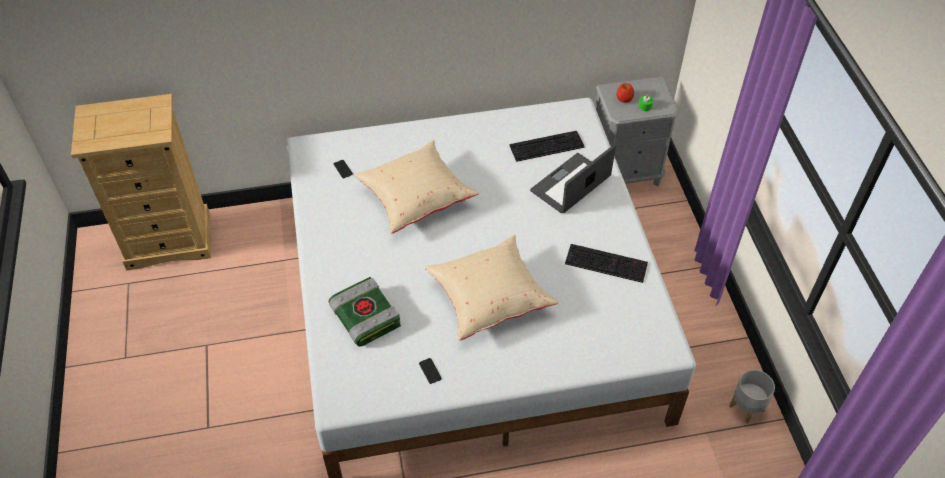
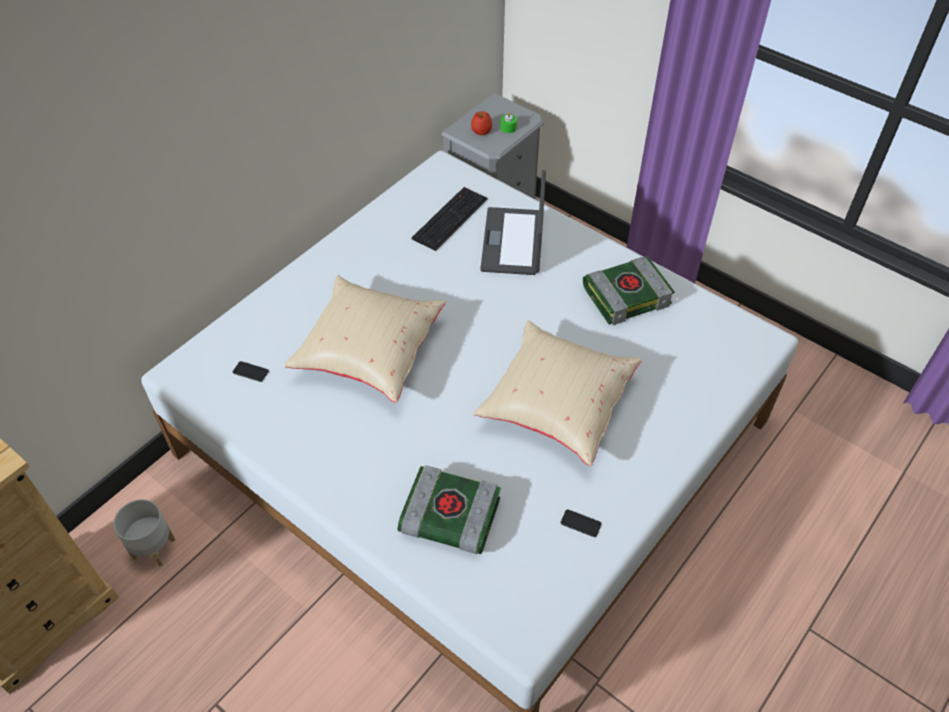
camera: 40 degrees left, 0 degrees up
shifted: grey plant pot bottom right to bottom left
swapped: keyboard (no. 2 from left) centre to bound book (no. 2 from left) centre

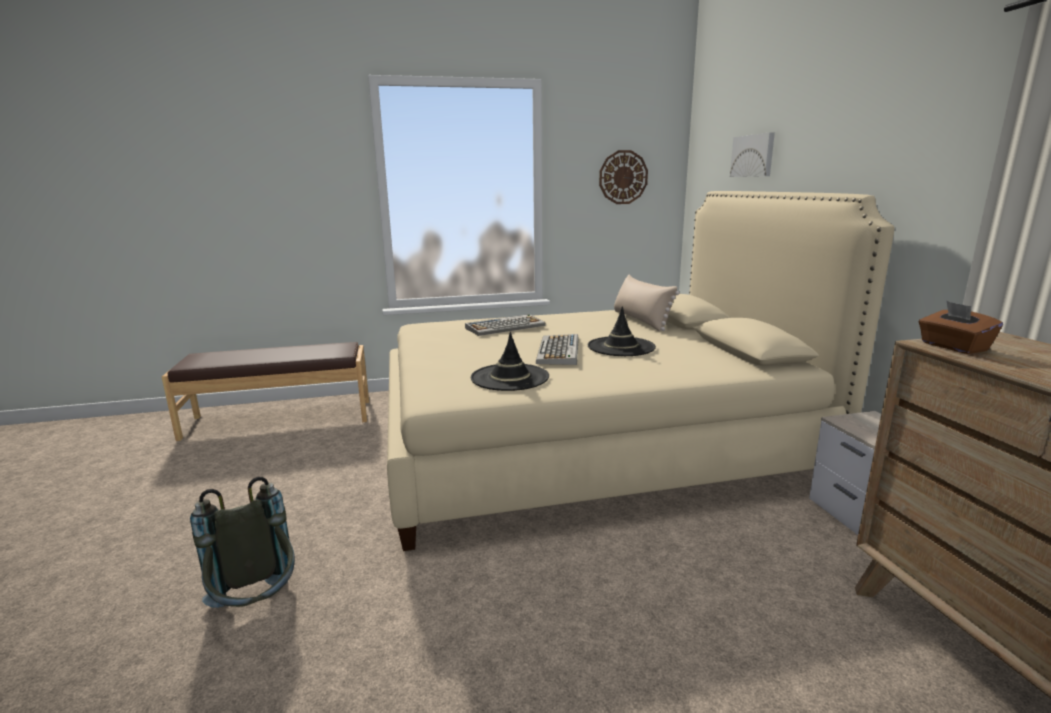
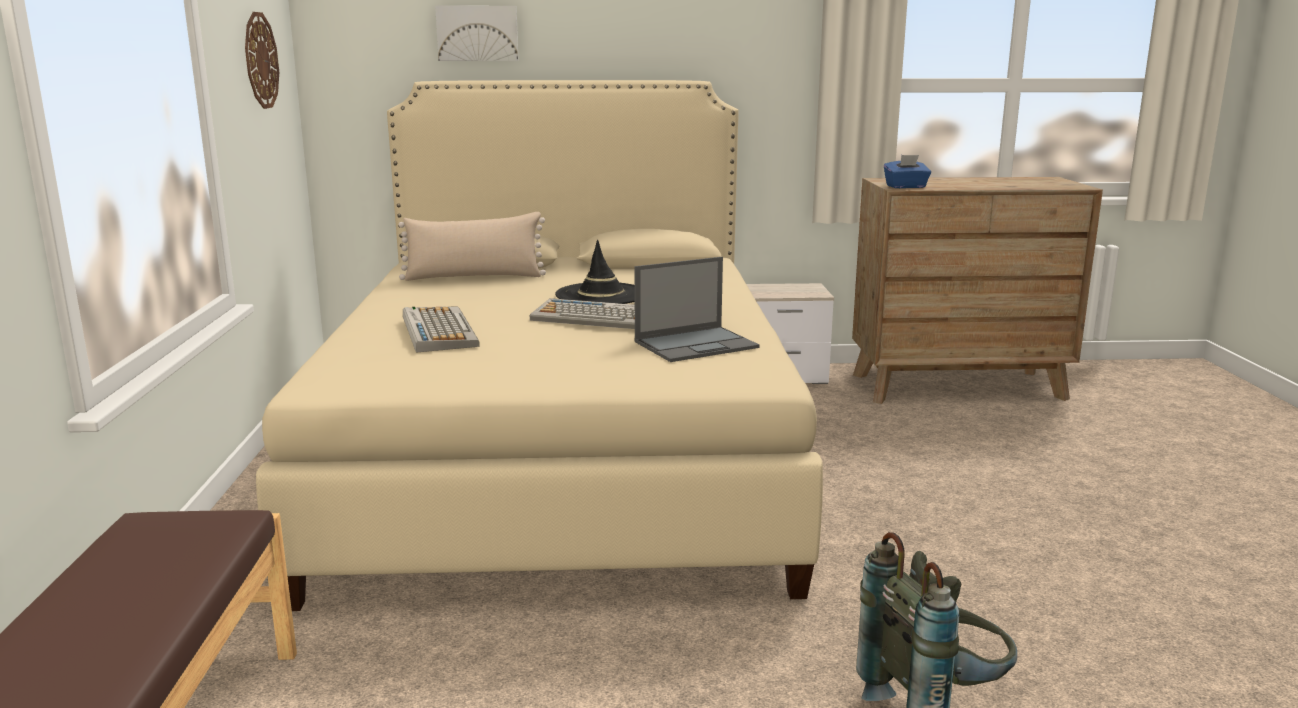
camera: 80 degrees left, 0 degrees up
swapped: black wearable hat (no. 1 from left) centre to notebook computer centre
repainted: brown box of tissues middle right to blue box of tissues top right

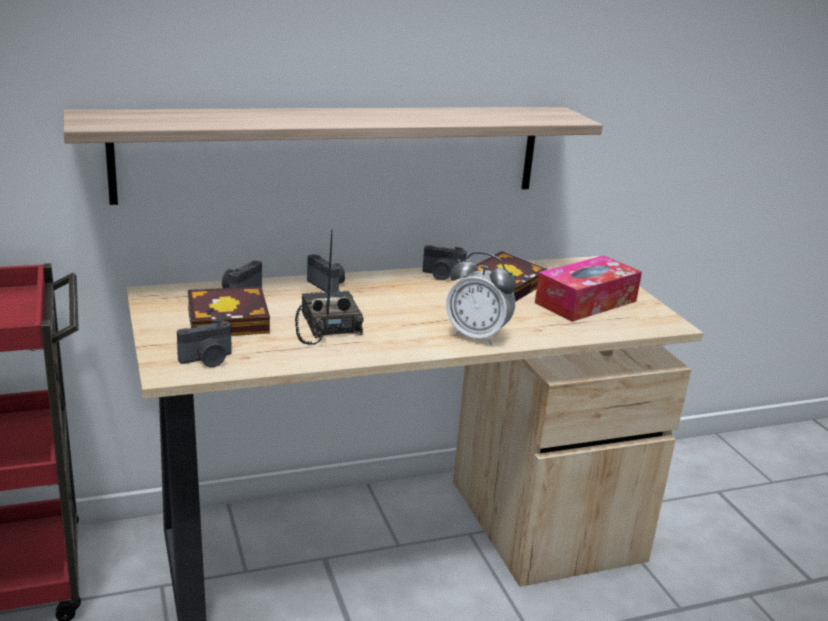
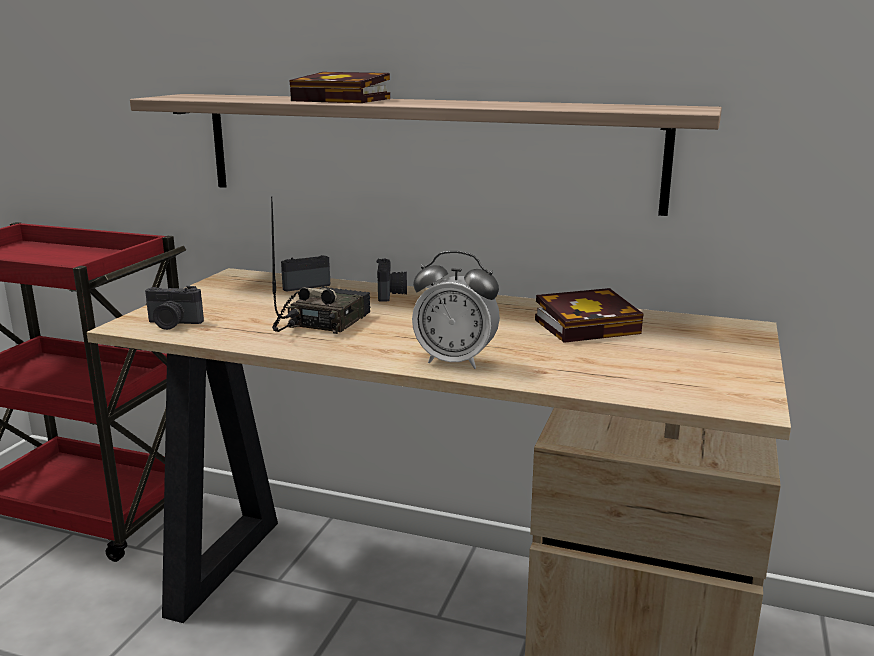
camera: 40 degrees right, 5 degrees down
gone: photo camera (no. 4 from left) centre; box of tissues middle right
shifted: bound book (no. 1 from left) middle left to top centre
rotated: alarm clock centre = centre 45 degrees counterclockwise

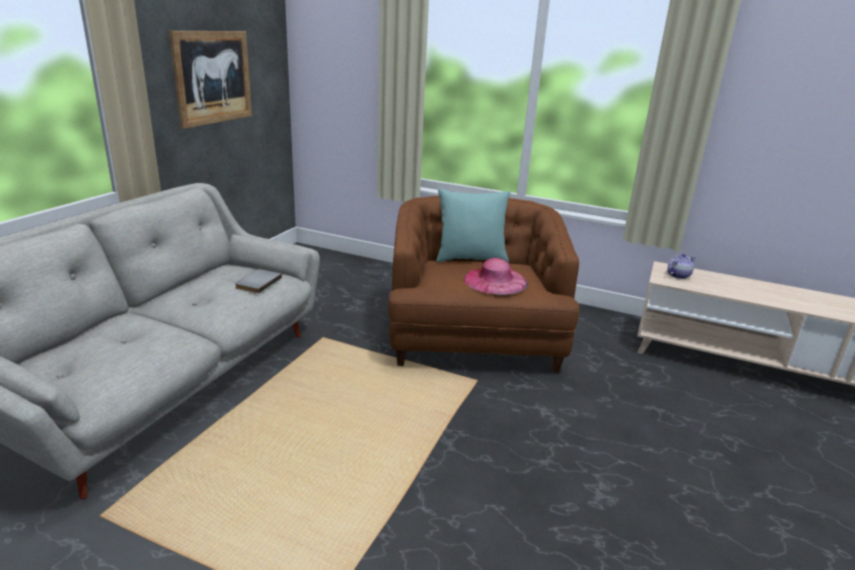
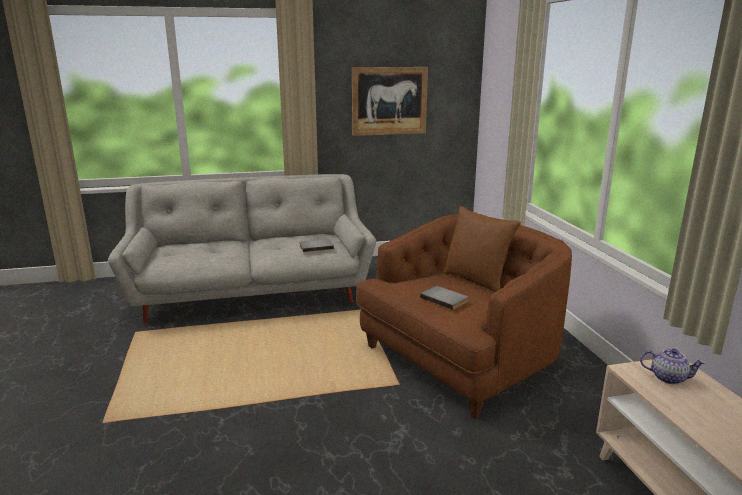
camera: 55 degrees right, 5 degrees down
swapped: pinkish wearable hat centre to grey bound book (no. 2 from left) centre
repainted: turquoise-coloured throw pillow centre to brown throw pillow centre

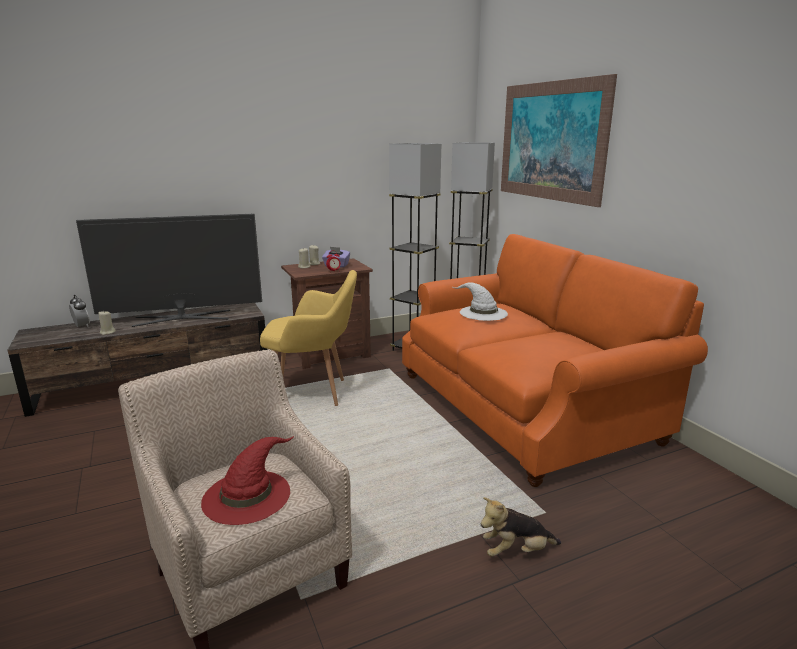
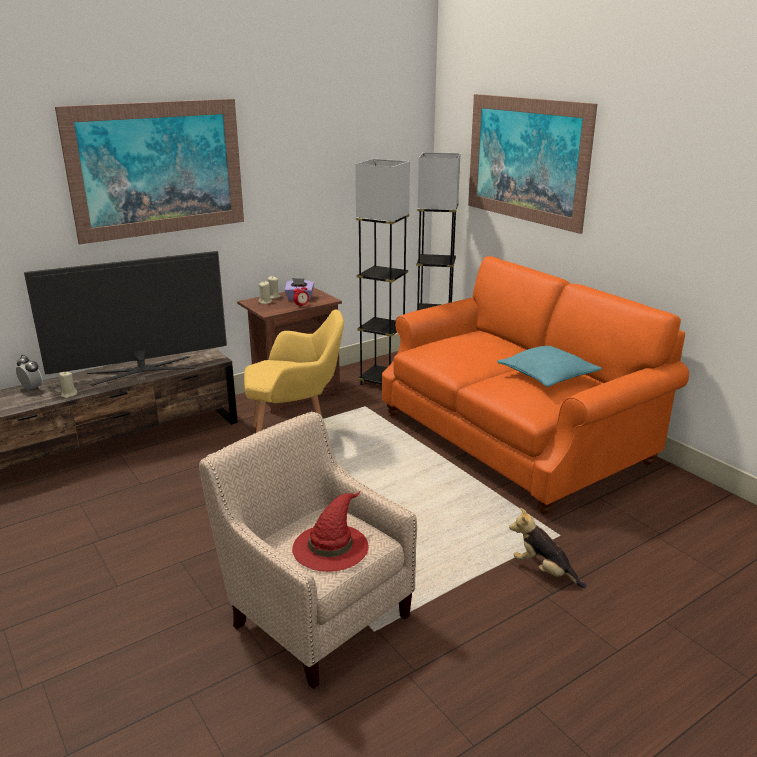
camera: 10 degrees left, 5 degrees up
gone: whitish wearable hat centre
new: picture (no. 1 from left) top left; turquoise-coloured throw pillow middle right
rotated: plush toy bottom centre = bottom right 60 degrees clockwise

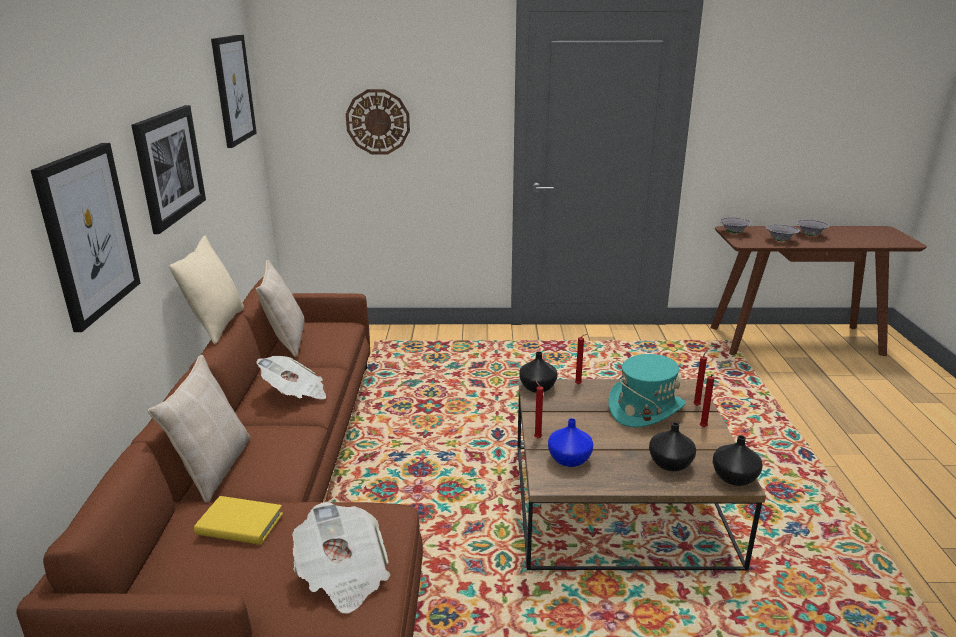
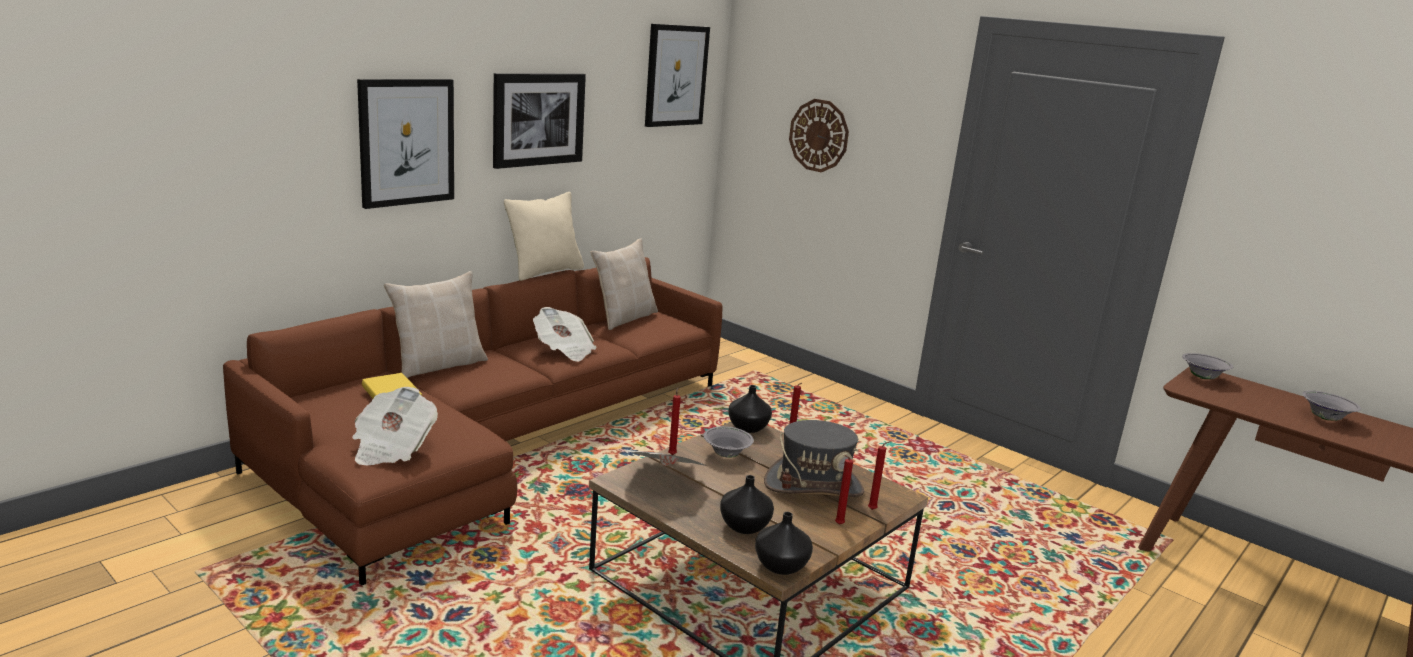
camera: 40 degrees right, 5 degrees down
shifted: grey serving bowl (no. 2 from left in the first image) middle right to grey serving bowl (no. 1 from left) bottom centre
swapped: blue decorative vase bottom centre to newspaper (no. 3 from left) bottom centre
repainted: turquoise-coloured wearable hat middle right to grey wearable hat bottom centre

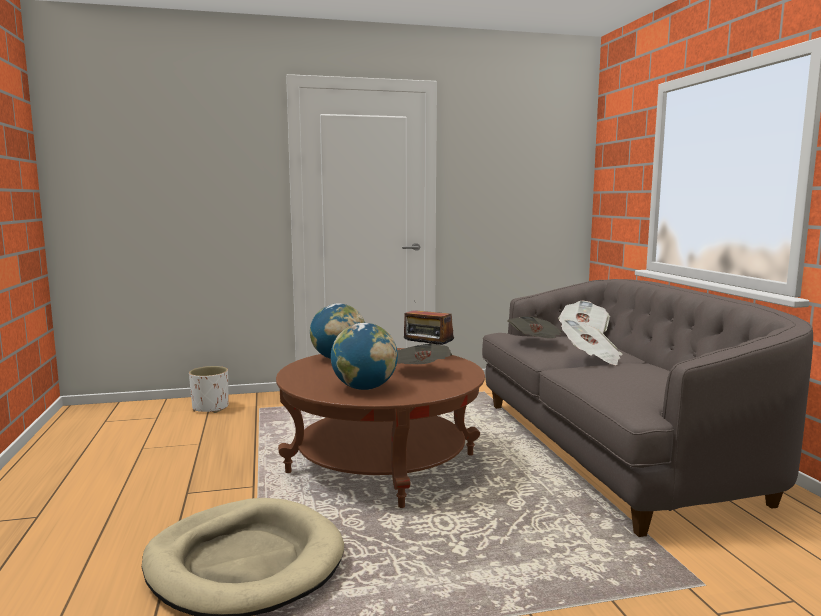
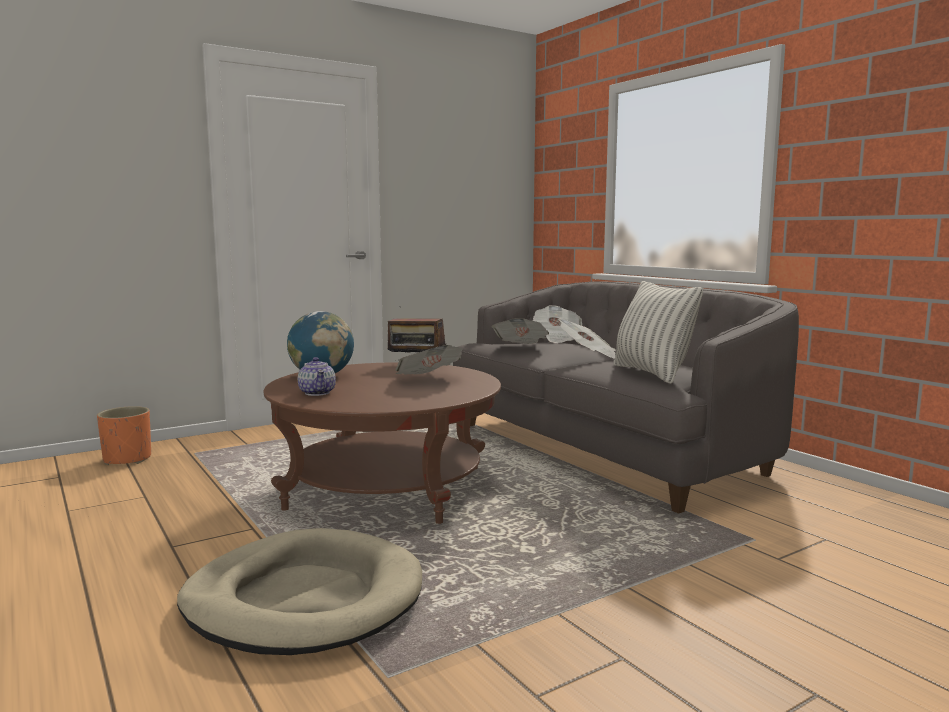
camera: 20 degrees left, 0 degrees up
gone: globe (no. 2 from left) centre
new: teapot centre; throw pillow middle right
repainted: whitish plant pot middle left to orange plant pot middle left

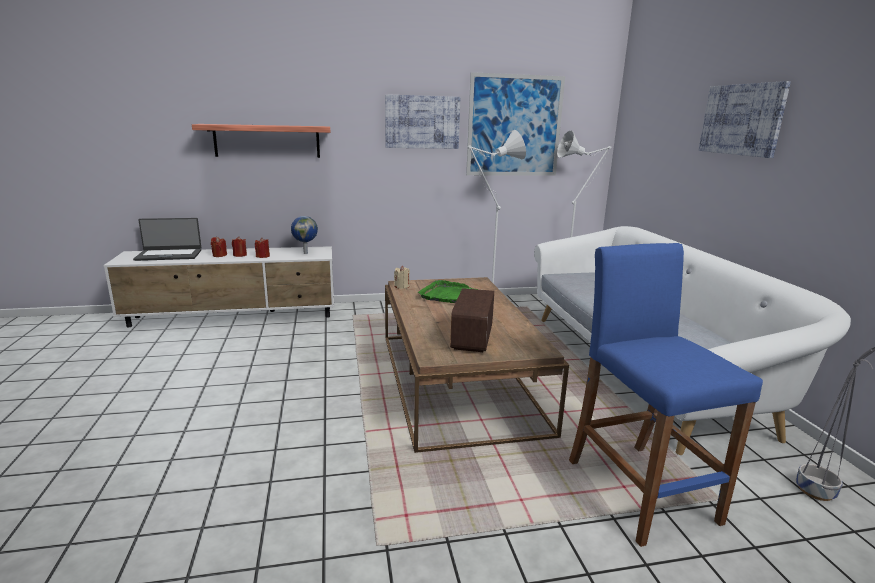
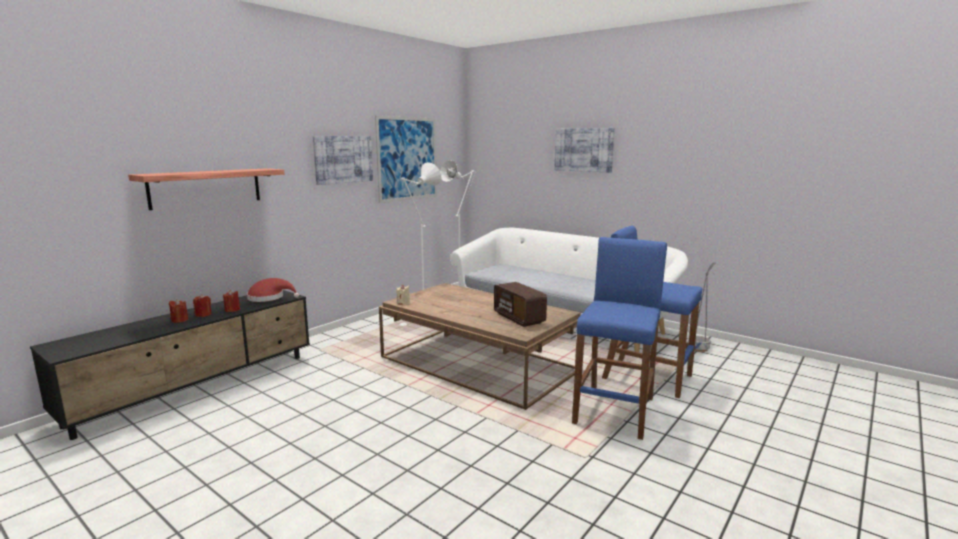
camera: 40 degrees left, 5 degrees down
gone: notebook computer middle left; greenish tray centre
new: blue stool (no. 1 from left) centre
swapped: globe centre to red wearable hat middle left
repainted: whitish media console middle left to black media console bottom left

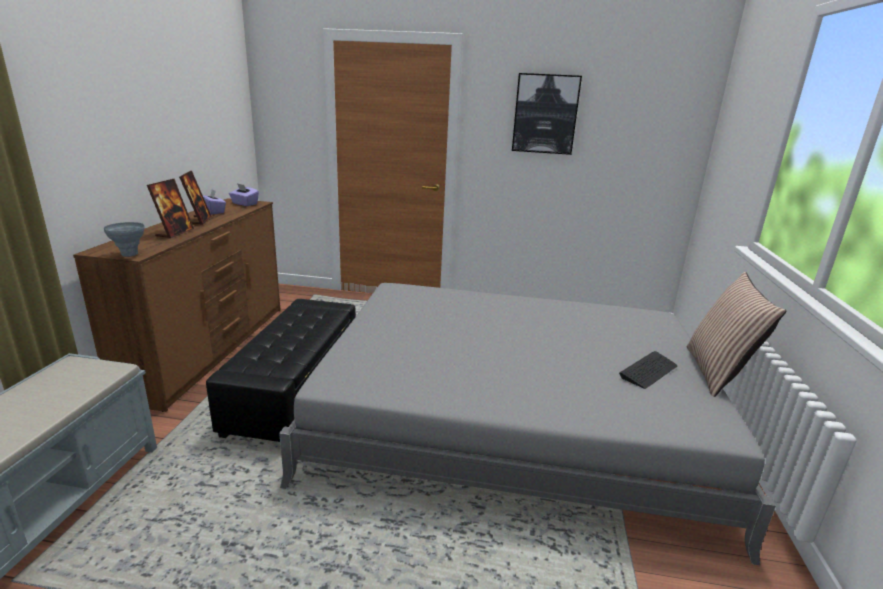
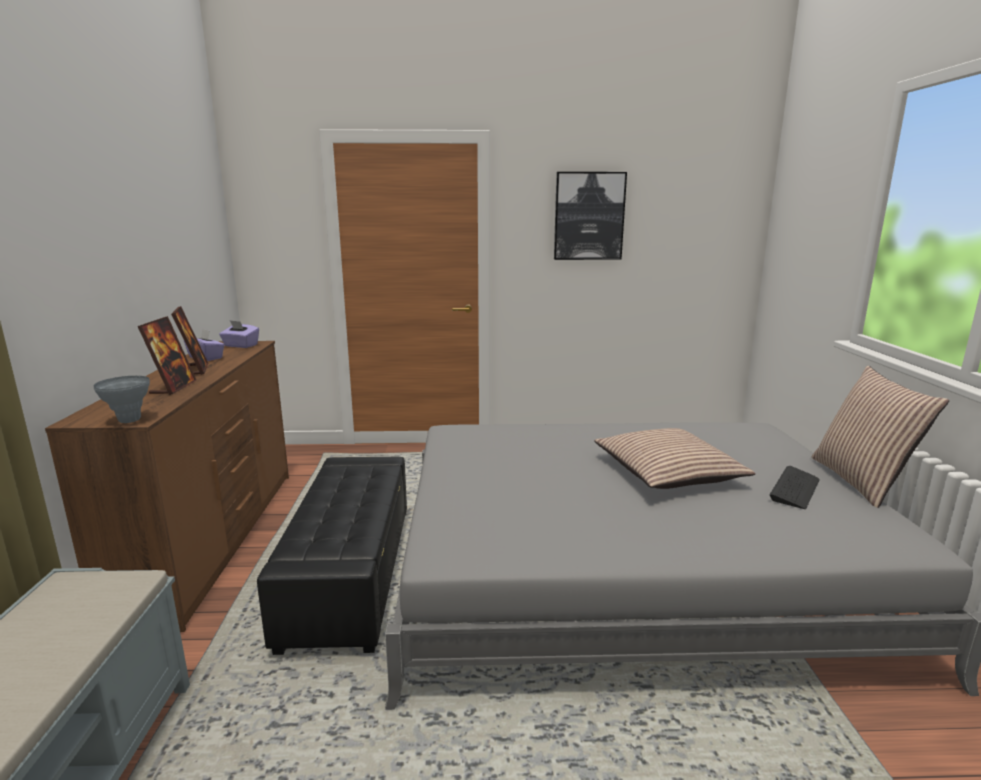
camera: 10 degrees left, 5 degrees down
new: throw pillow (no. 1 from left) middle right

